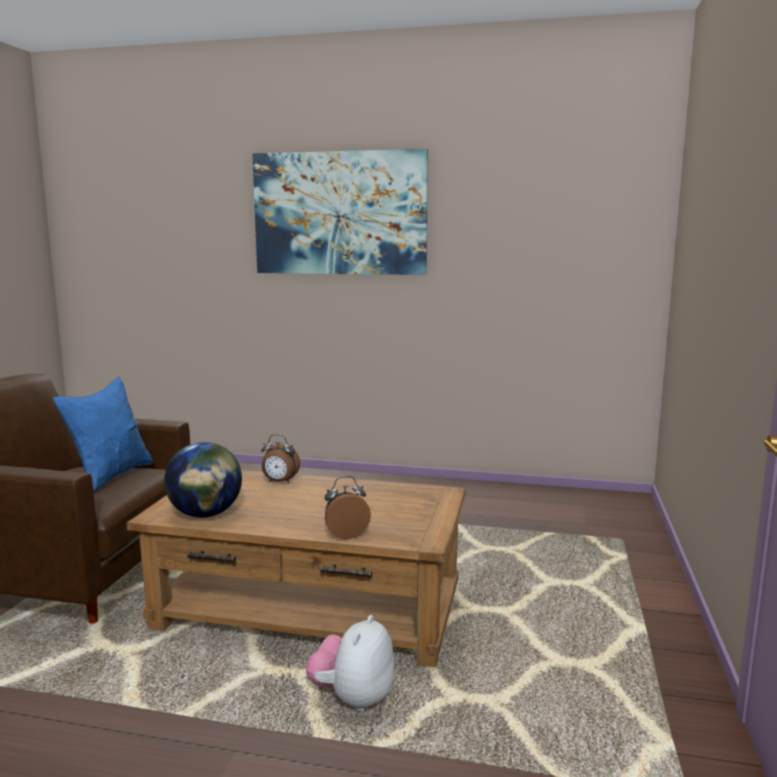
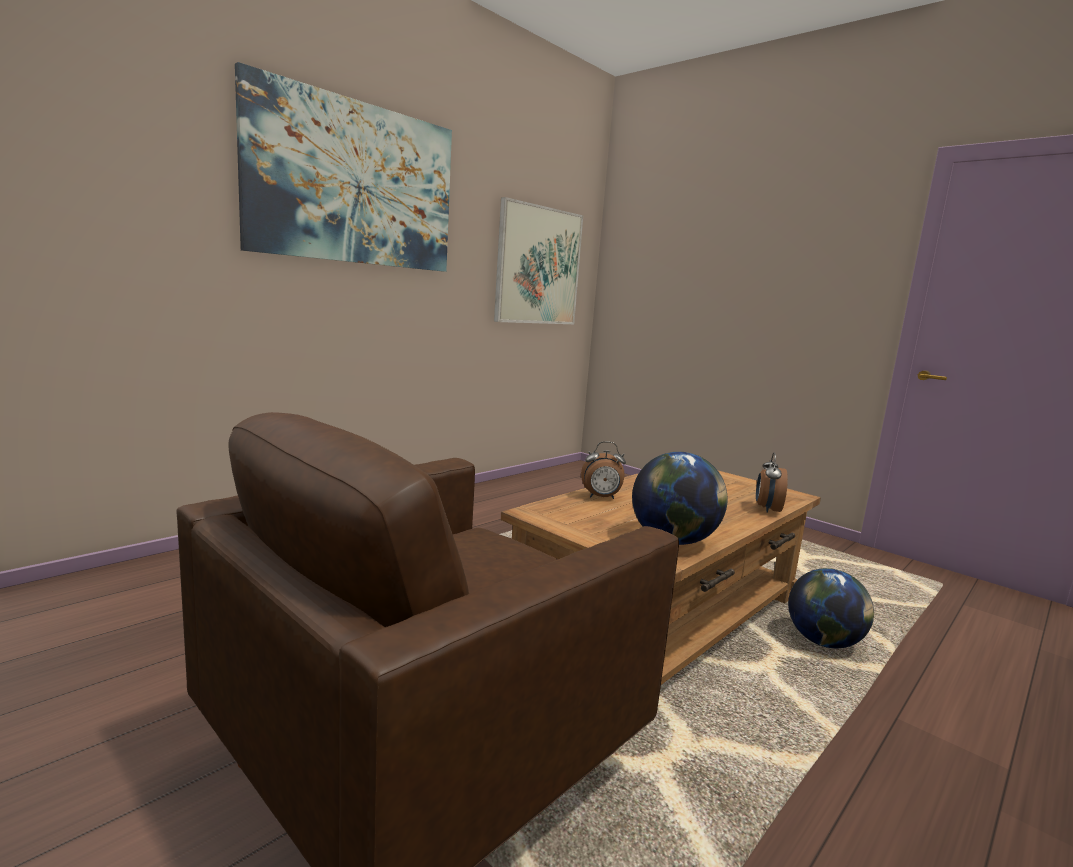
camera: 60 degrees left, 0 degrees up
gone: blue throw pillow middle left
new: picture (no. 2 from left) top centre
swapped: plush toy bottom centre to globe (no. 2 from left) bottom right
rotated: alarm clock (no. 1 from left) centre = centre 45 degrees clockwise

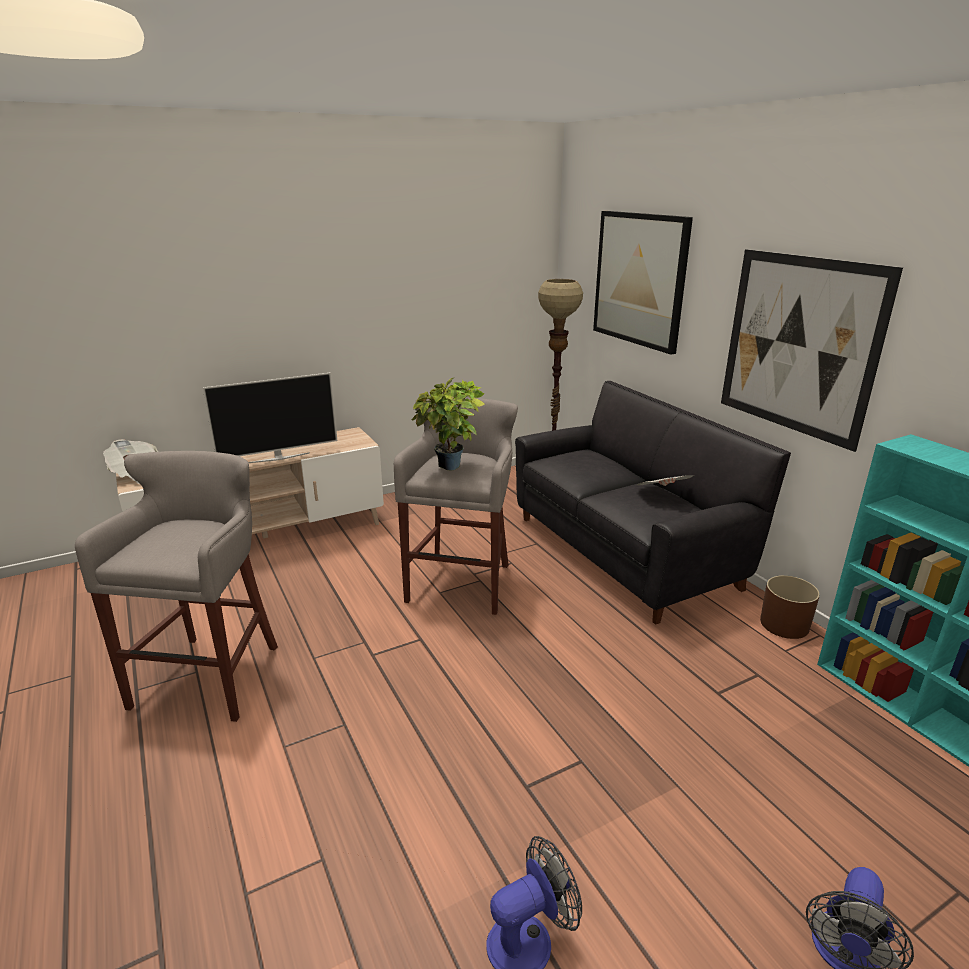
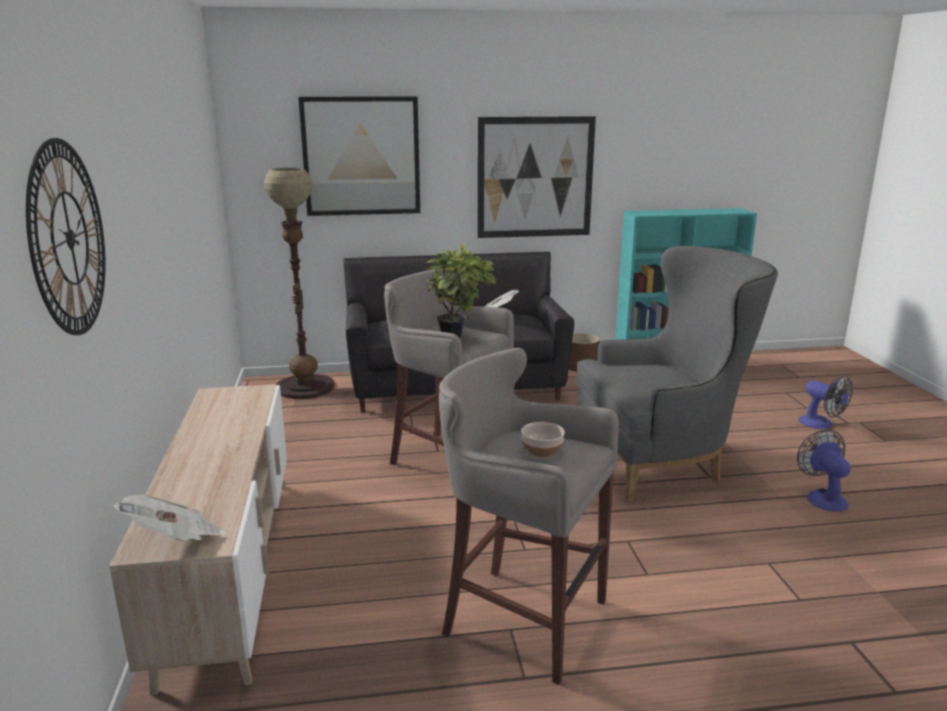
camera: 70 degrees left, 5 degrees down
gone: TV middle left
new: wall clock top left; serving bowl centre; grey easy chair middle right

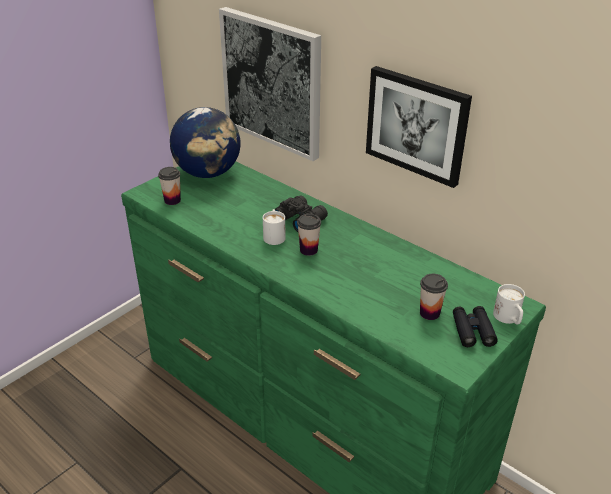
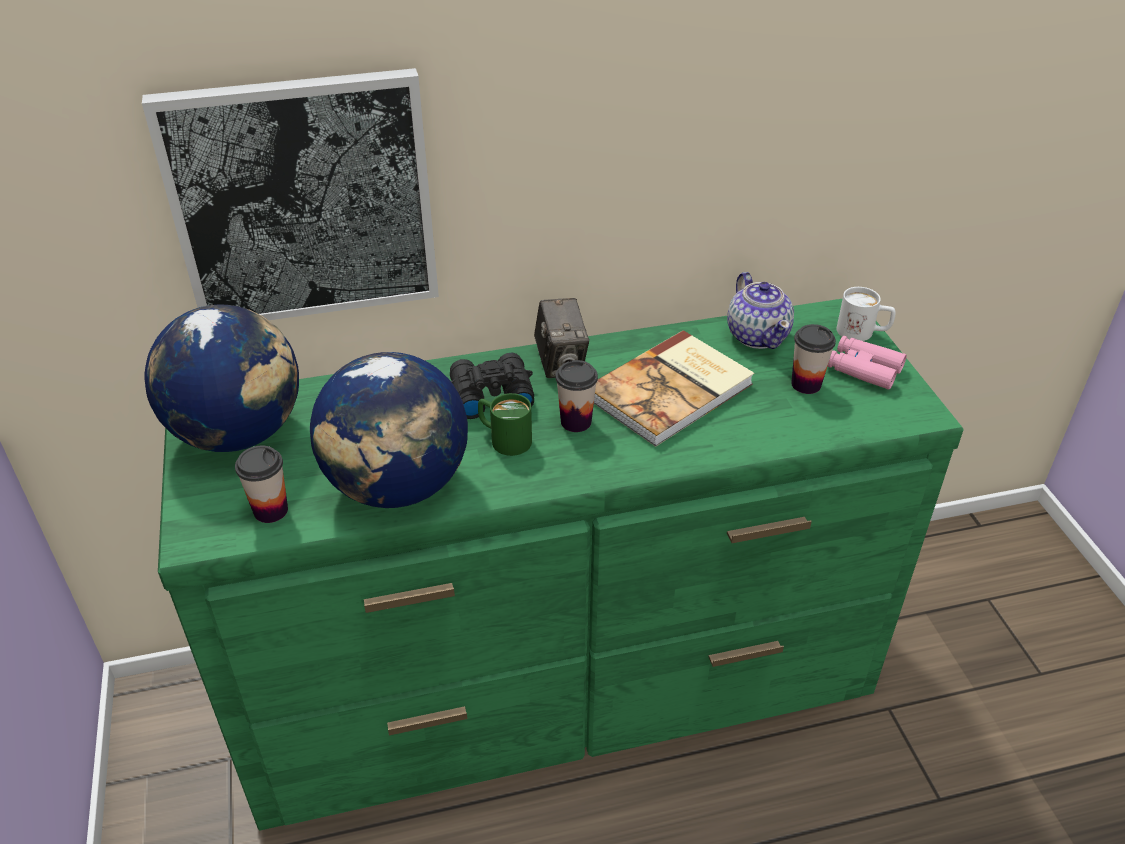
camera: 55 degrees left, 5 degrees up
gone: picture (no. 2 from left) top right
new: globe (no. 2 from left) centre; photo camera centre; bound book centre; teapot middle right
repainted: whitish tea mug (no. 1 from left) centre to greenish tea mug centre; black field glasses (no. 2 from left) middle right to pinkish field glasses middle right

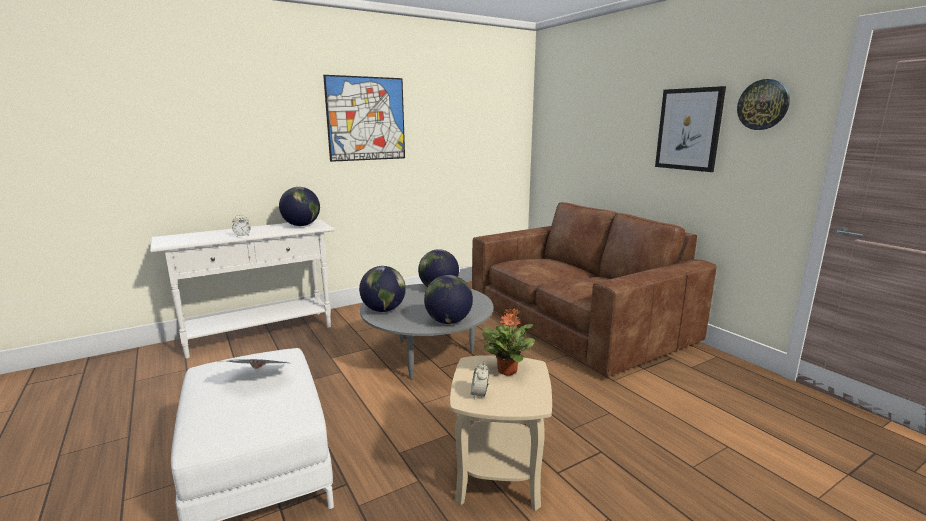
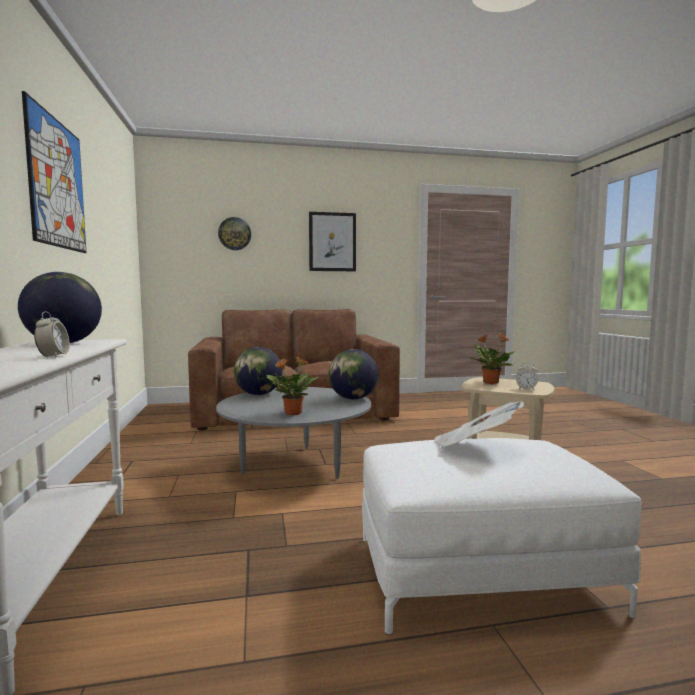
camera: 70 degrees left, 10 degrees down
shifted: wall clock top right to centre
swapped: globe (no. 2 from left) centre to plant in a pot (no. 1 from left) centre

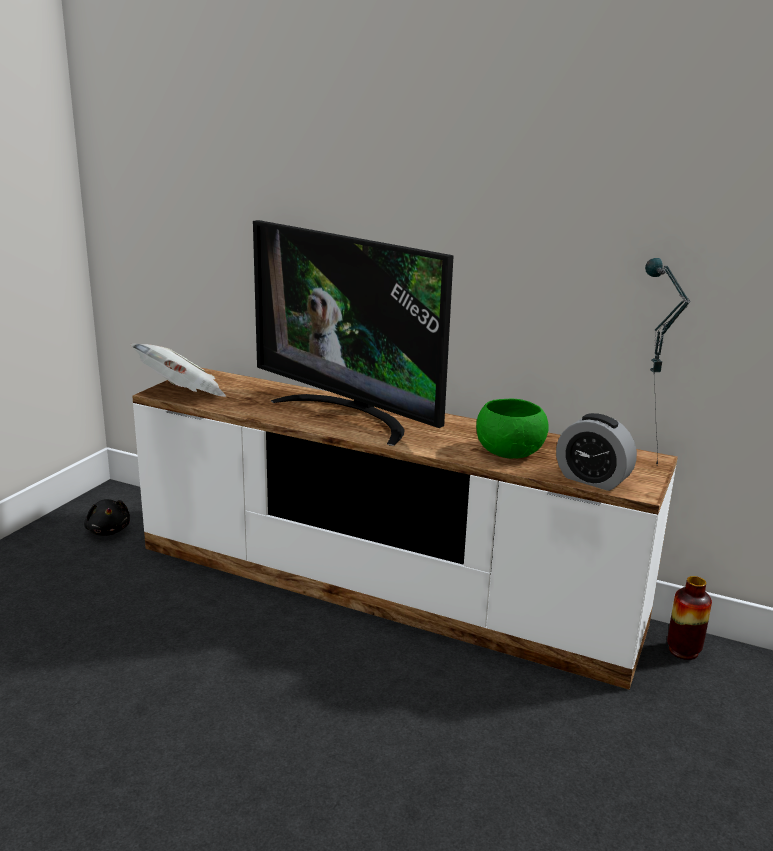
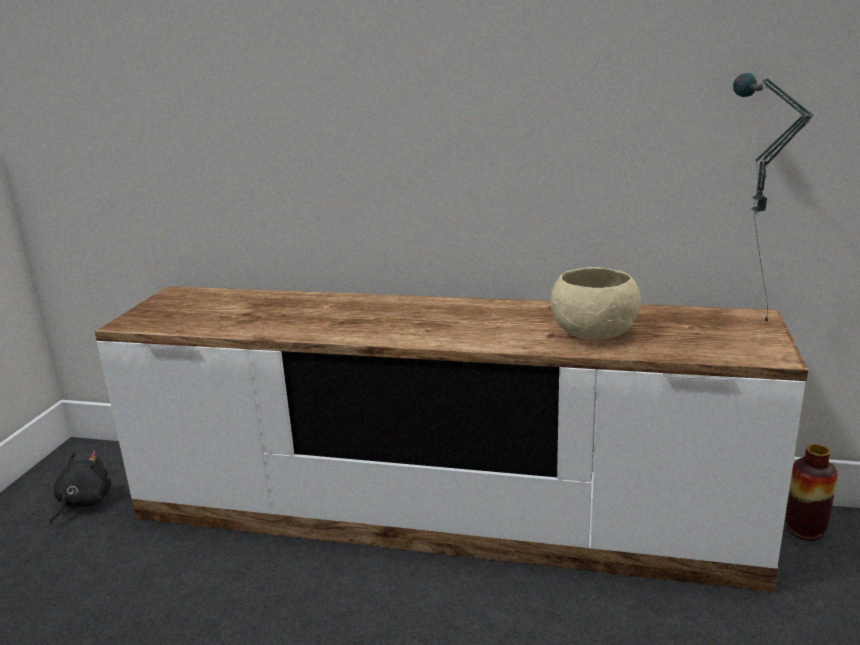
camera: 10 degrees left, 0 degrees up
gone: newspaper middle left; TV centre; alarm clock middle right
repainted: greenish serving bowl centre to sand-coloured serving bowl middle right
rotated: black plush toy middle left = bottom left 120 degrees counterclockwise

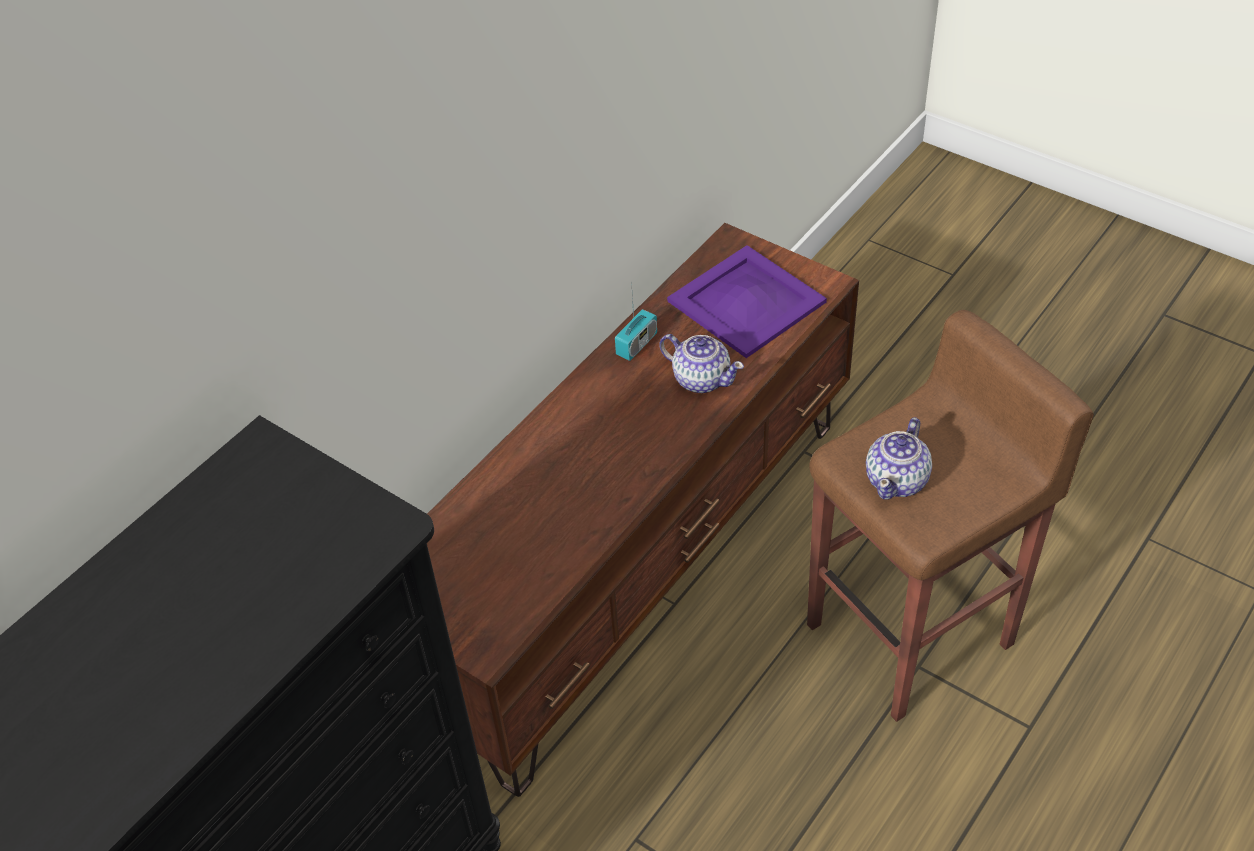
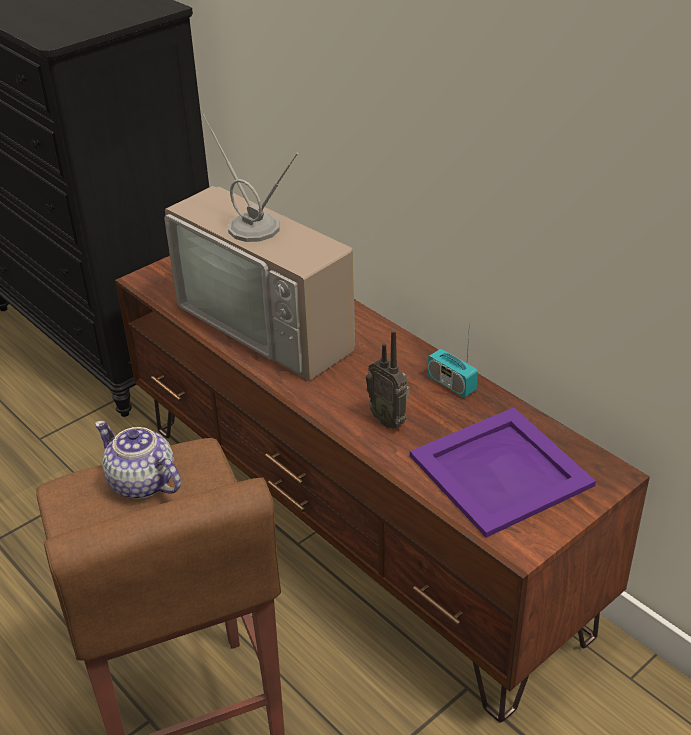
camera: 100 degrees right, 10 degrees down
new: TV centre
swapped: teapot (no. 1 from left) centre to radio set (no. 1 from left) centre

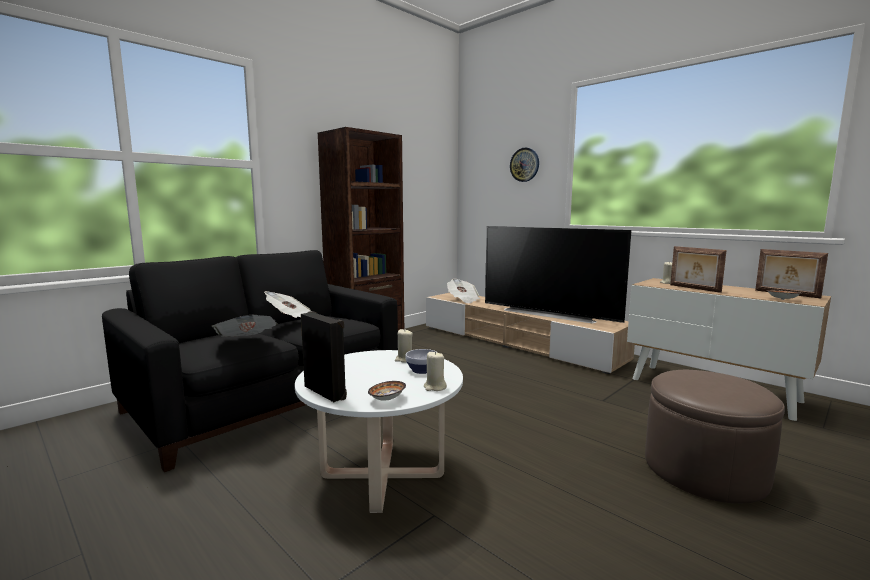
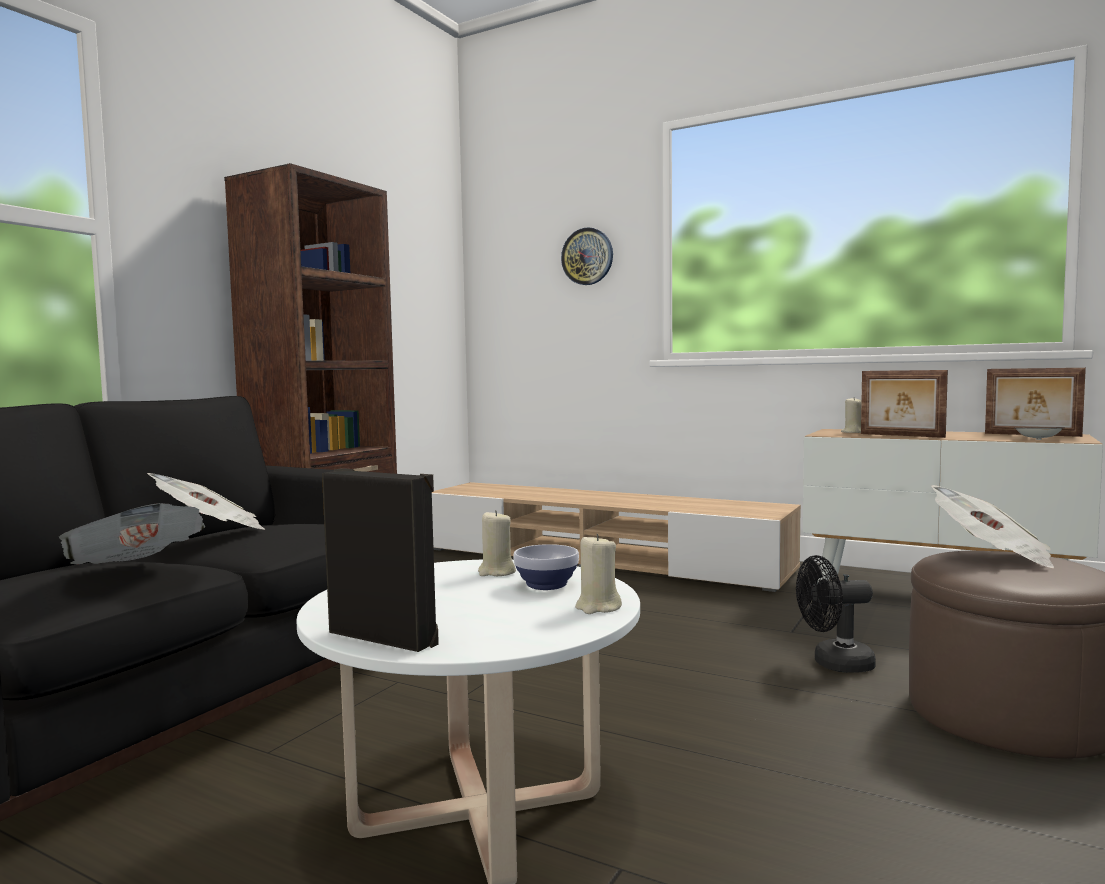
camera: 15 degrees left, 5 degrees down
gone: serving bowl (no. 1 from left) bottom centre; TV centre
new: black cooling fan bottom right
shifted: newspaper (no. 3 from left) centre to middle right

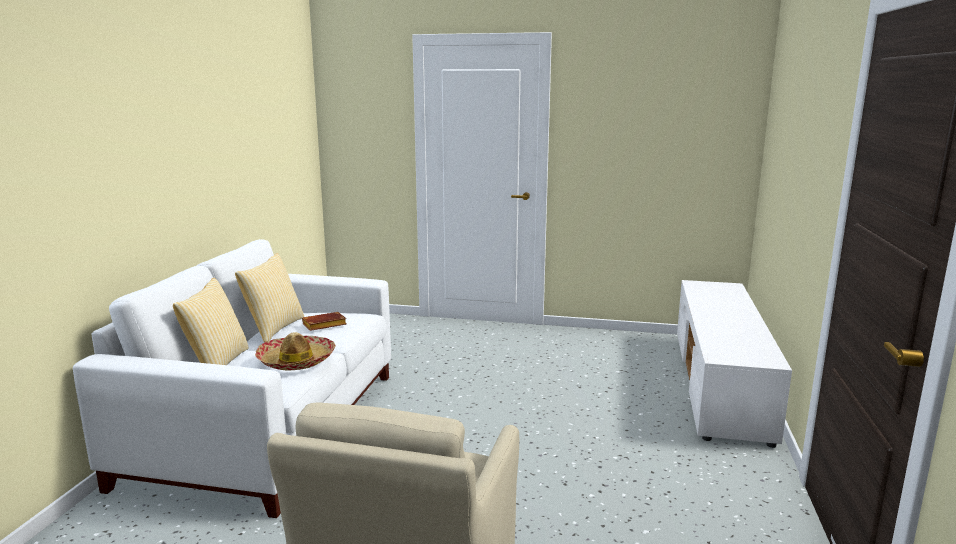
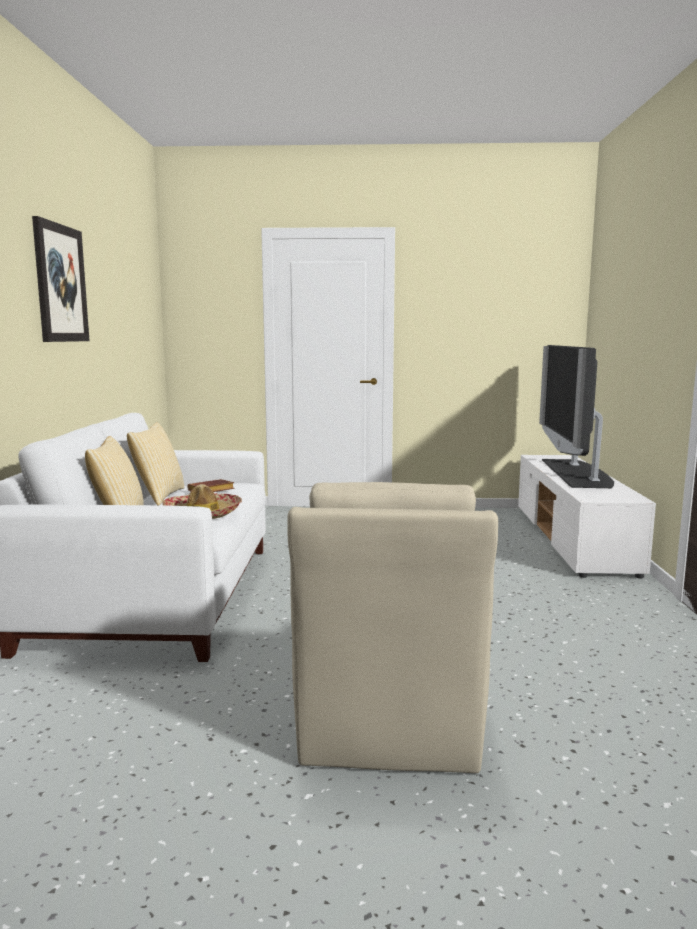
camera: 10 degrees left, 5 degrees down
new: picture top left; TV middle right

